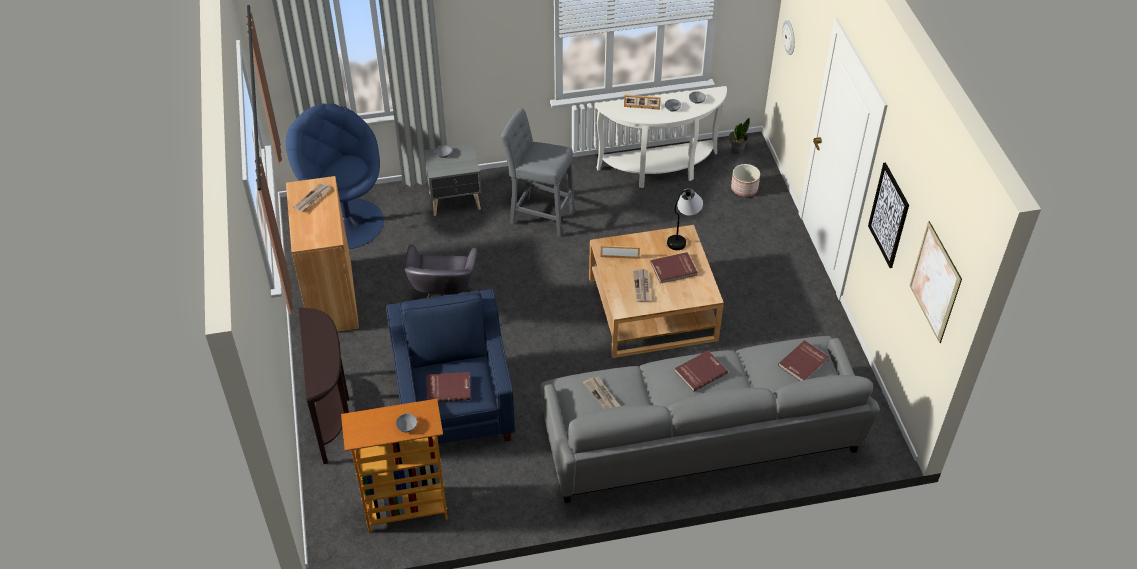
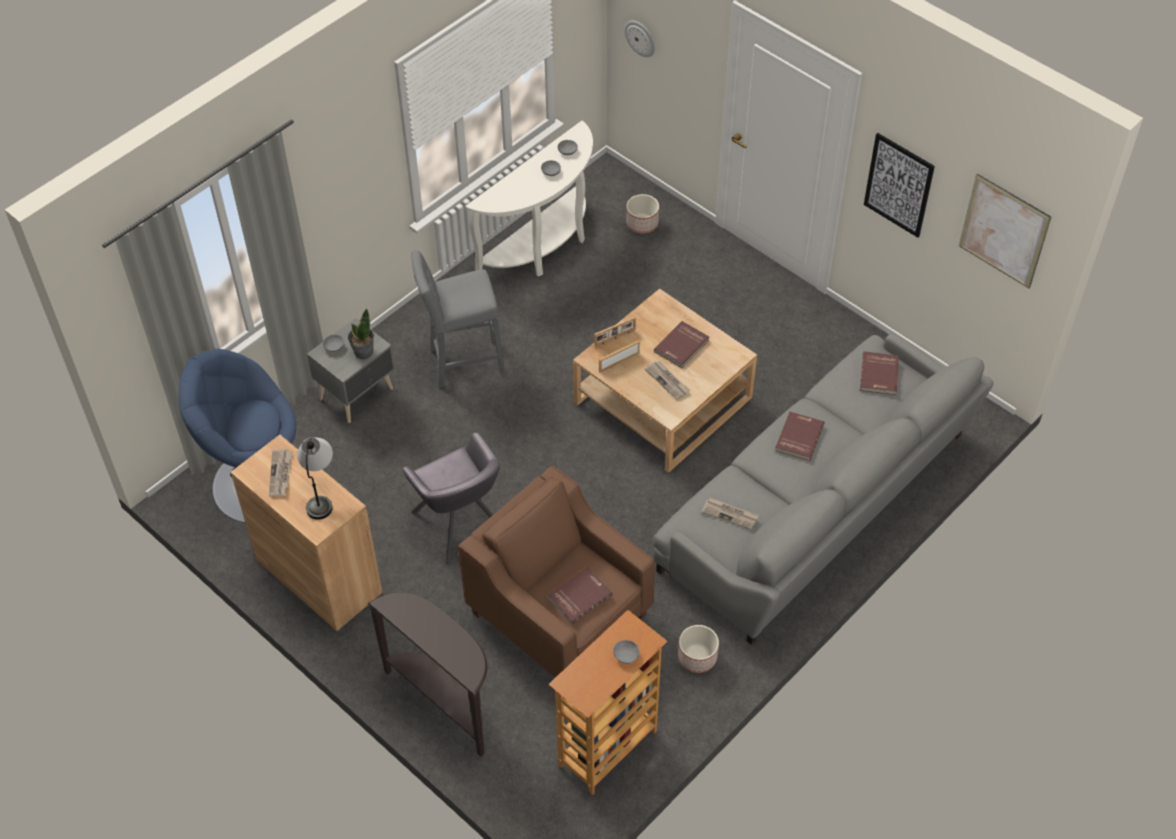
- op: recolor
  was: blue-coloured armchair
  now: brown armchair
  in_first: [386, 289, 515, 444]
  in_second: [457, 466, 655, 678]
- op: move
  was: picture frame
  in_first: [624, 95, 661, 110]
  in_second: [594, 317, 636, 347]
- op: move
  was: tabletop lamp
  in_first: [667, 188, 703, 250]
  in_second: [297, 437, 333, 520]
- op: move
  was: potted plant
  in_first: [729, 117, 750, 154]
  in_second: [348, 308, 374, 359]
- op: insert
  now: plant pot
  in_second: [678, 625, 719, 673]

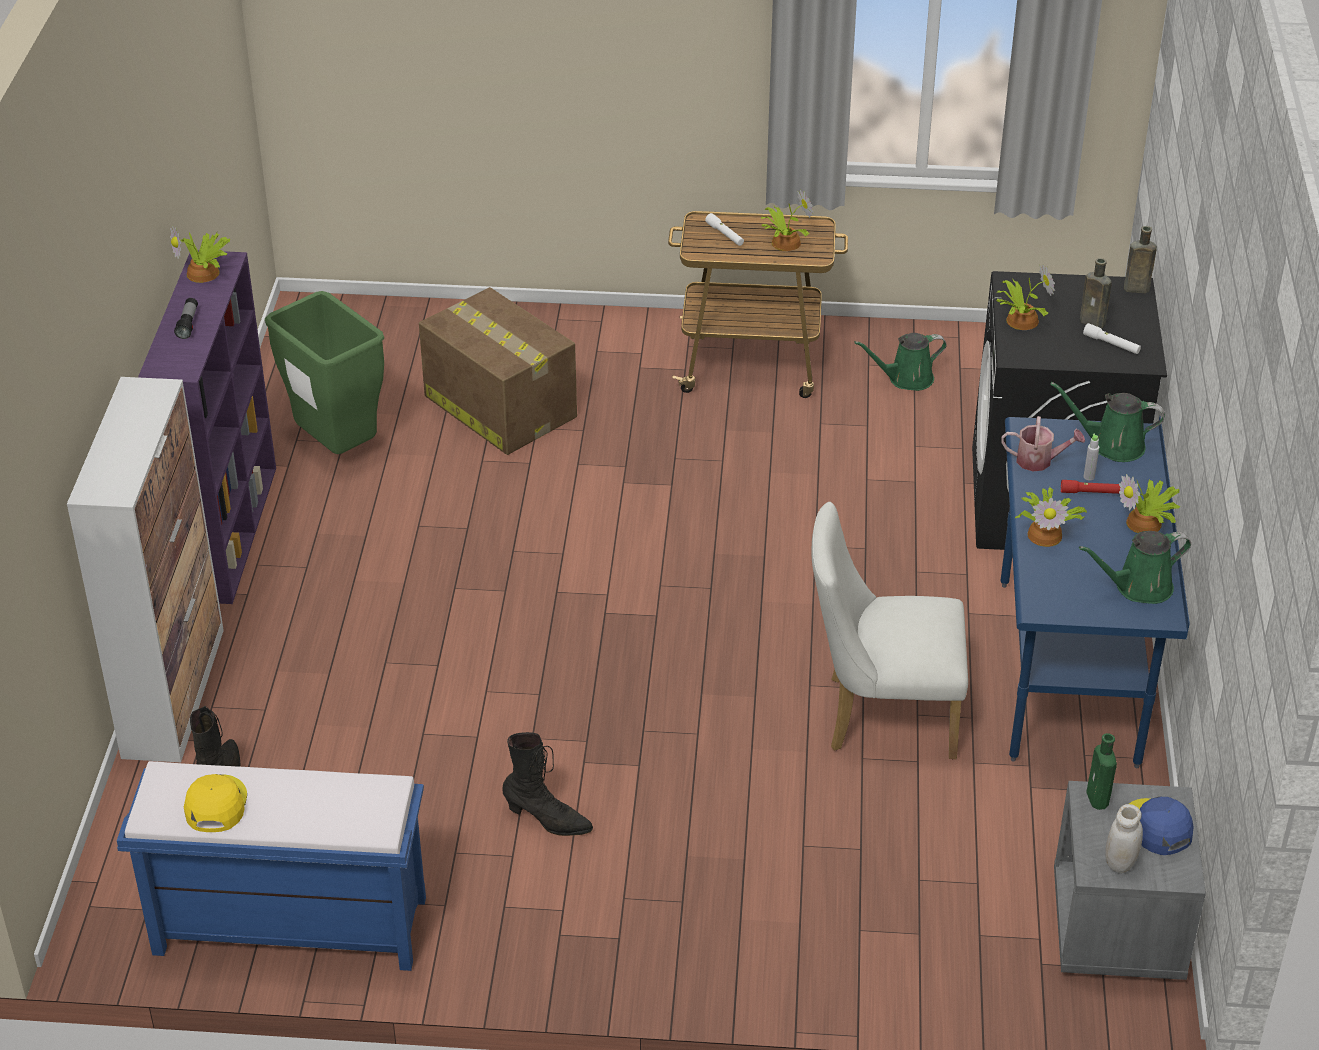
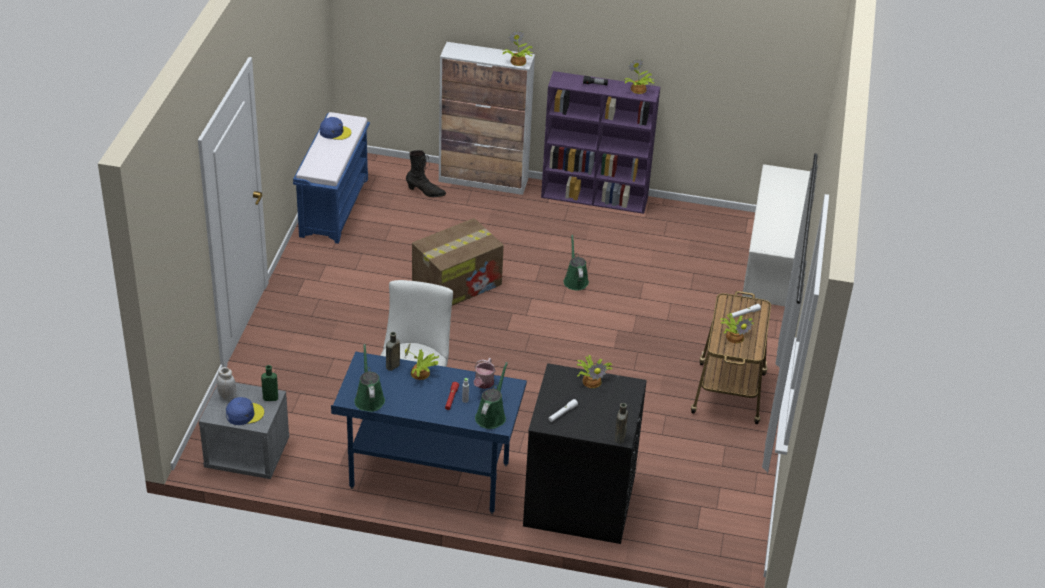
- op: recolor
  was: yellow-coloured cap
  now: blue-coloured cap
  in_first: [184, 774, 247, 832]
  in_second: [320, 117, 352, 140]
- op: delete
  was: greenish rubbish bin
  in_first: [265, 291, 384, 454]
- op: move
  was: carton
  in_first: [419, 287, 577, 455]
  in_second: [412, 218, 504, 306]
- op: delete
  was: black tall boot
  in_first: [502, 732, 593, 836]
- op: move
  was: greenish watering pot
  in_first: [854, 333, 947, 391]
  in_second: [564, 235, 589, 290]
- op: move
  was: brown drink bottle
  in_first: [1080, 258, 1112, 328]
  in_second: [386, 332, 400, 371]
- op: move
  was: potted plant
  in_first: [1119, 474, 1180, 533]
  in_second: [503, 30, 532, 66]
- op: insert
  now: white shoe shelf
  in_second: [742, 164, 810, 306]

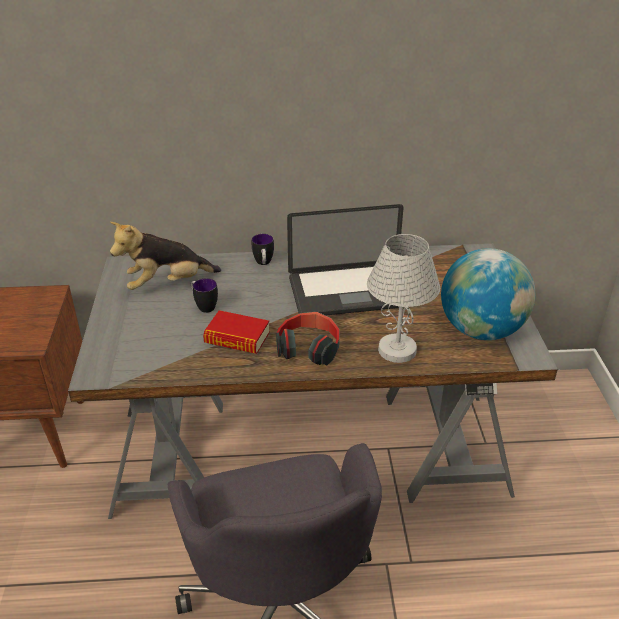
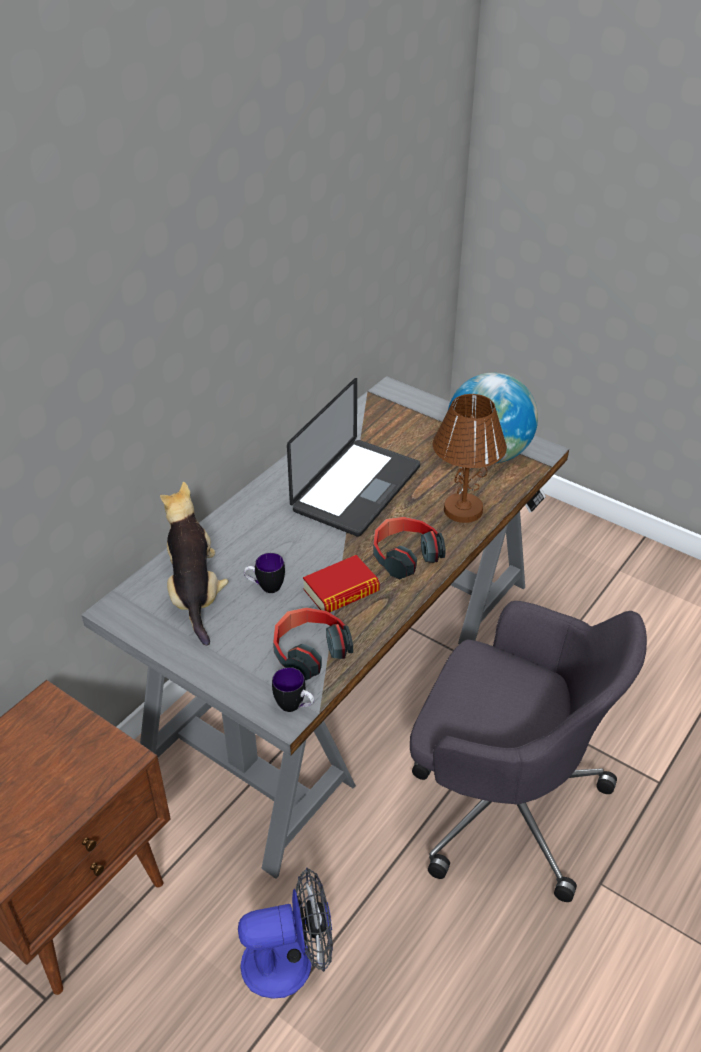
- op: rotate
  was: soft toy
  in_first: [110, 222, 221, 290]
  in_second: [160, 482, 229, 646]
  clockwise: 150
- op: move
  was: tea mug
  in_first: [252, 234, 274, 265]
  in_second: [272, 667, 314, 712]
- op: recolor
  was: white tabletop lamp
  now: brown tabletop lamp
  in_first: [367, 234, 440, 363]
  in_second: [433, 394, 507, 523]
- op: insert
  now: electric fan
  in_second: [238, 868, 333, 999]
- op: insert
  now: headset
  in_second: [273, 607, 353, 680]

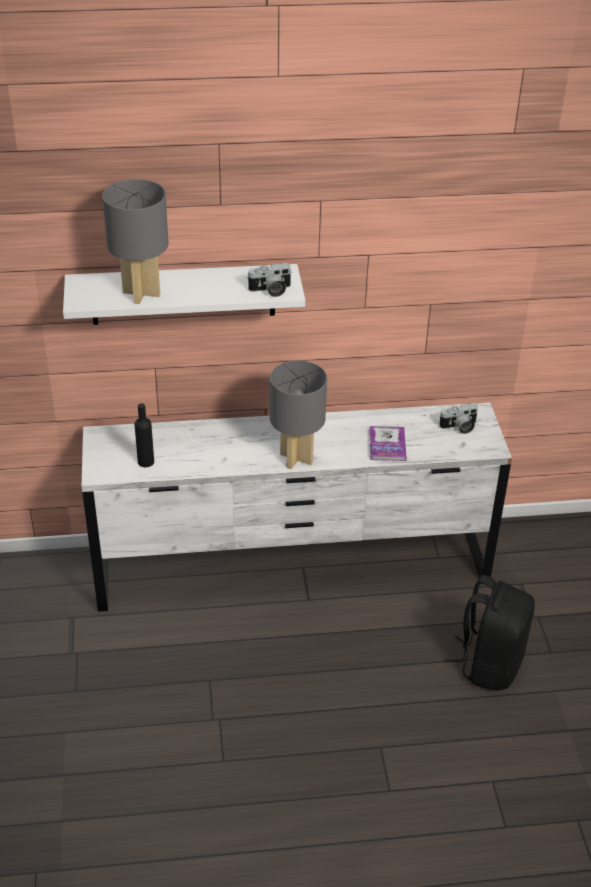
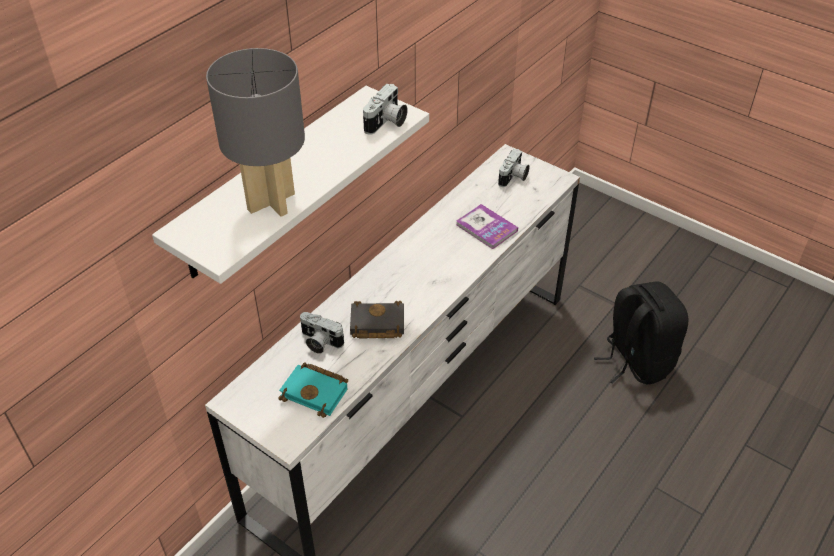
- op: replace
  was: black drink bottle
  now: turquoise bound book
  in_first: [134, 403, 154, 467]
  in_second: [278, 362, 348, 418]
- op: delete
  was: greyish tabletop lamp
  in_first: [270, 360, 327, 469]
- op: insert
  now: photo camera
  in_second: [300, 312, 344, 354]
- op: insert
  now: black bound book
  in_second: [350, 301, 404, 338]

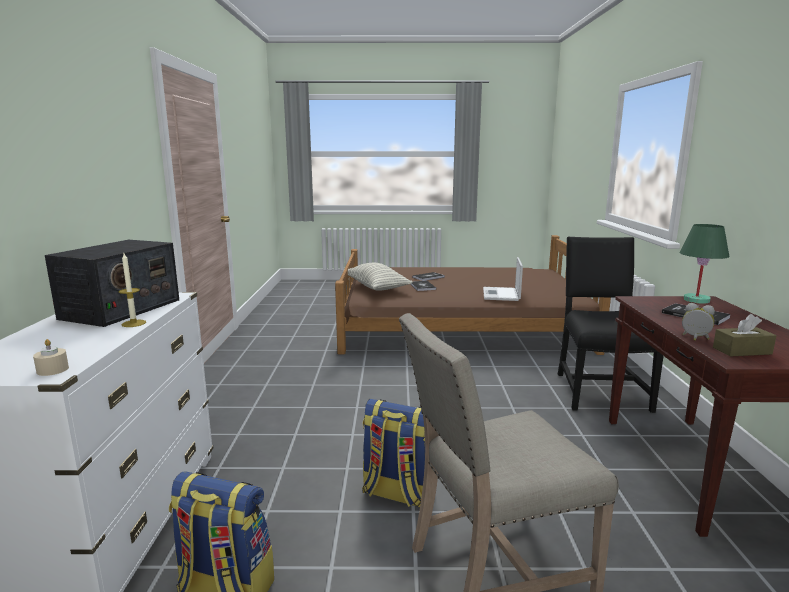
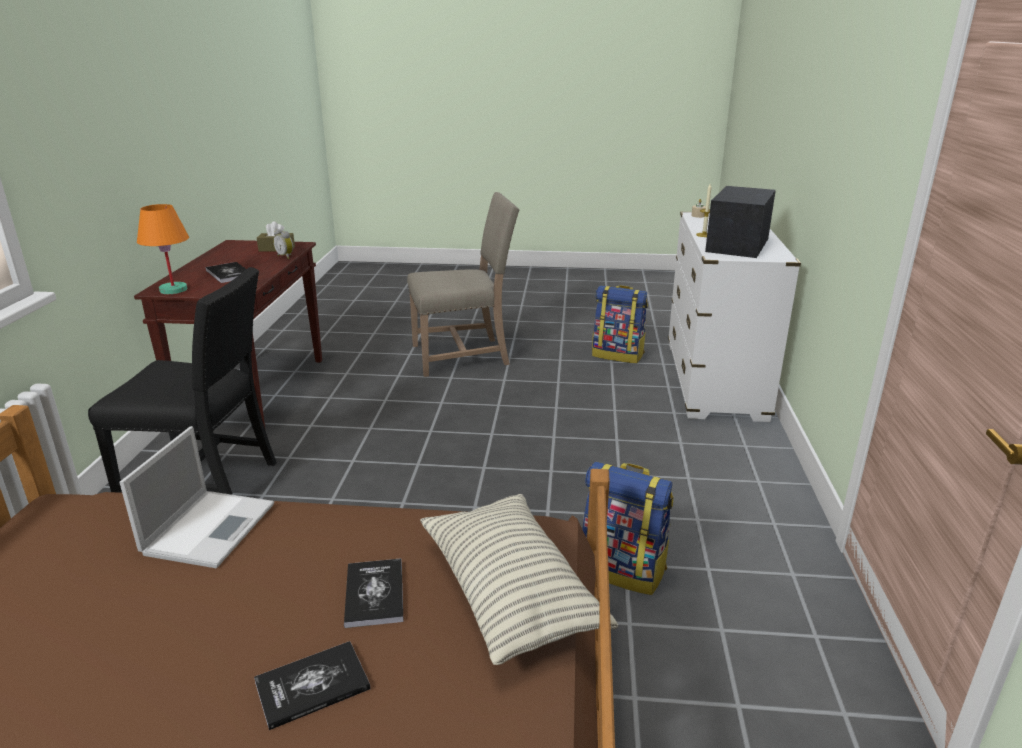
- op: move
  was: knapsack
  in_first: [362, 399, 425, 507]
  in_second: [582, 462, 673, 595]
- op: rotate
  was: black plain chair
  in_first: [558, 237, 664, 413]
  in_second: [88, 267, 277, 495]
  clockwise: -90
- op: recolor
  was: greenish tabletop lamp
  now: orangey tabletop lamp
  in_first: [679, 224, 730, 304]
  in_second: [137, 204, 189, 294]

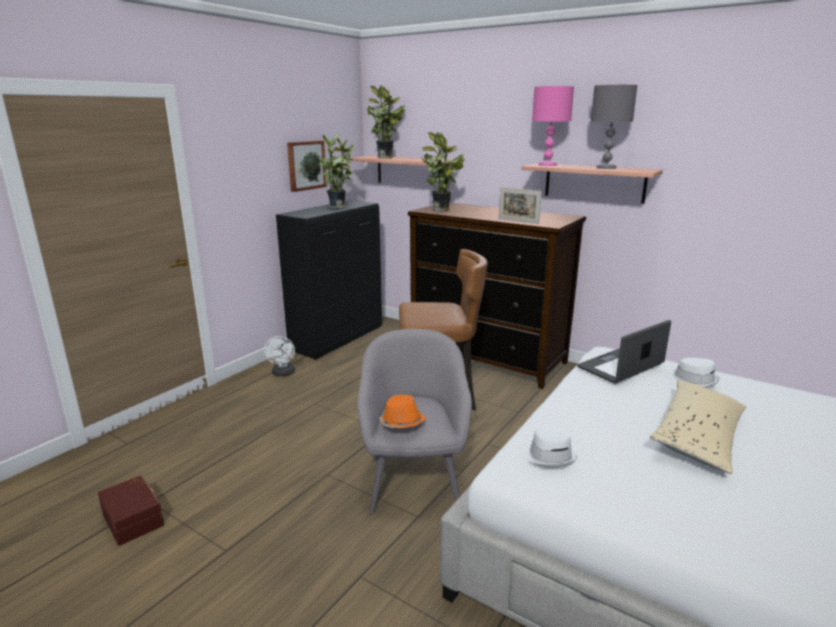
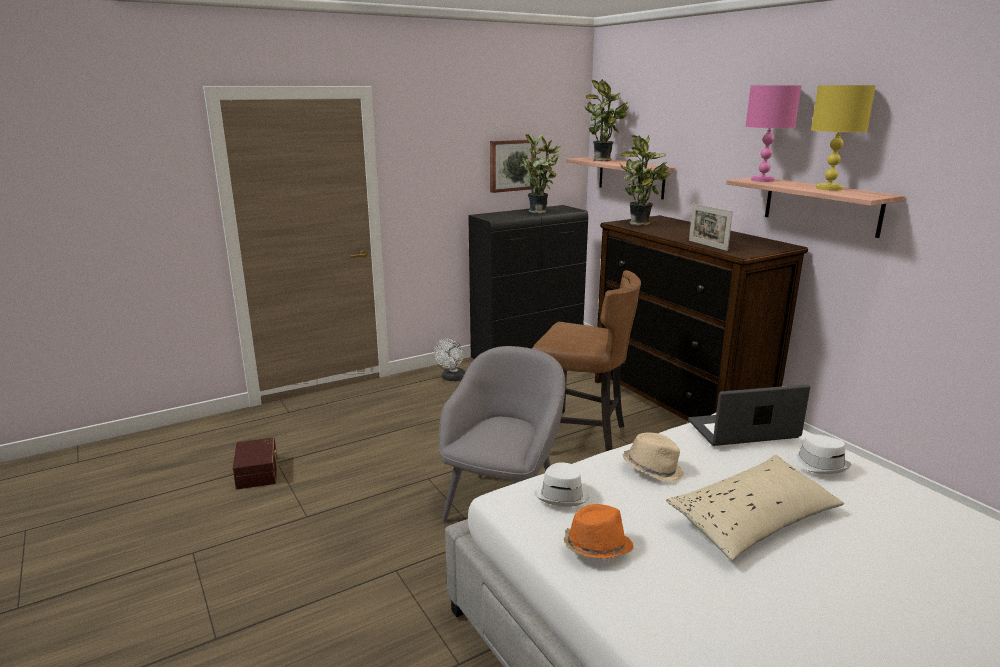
- op: move
  was: orangey wearable hat
  in_first: [379, 395, 426, 428]
  in_second: [563, 504, 633, 559]
- op: recolor
  was: greyish tabletop lamp
  now: yellow-coloured tabletop lamp
  in_first: [590, 85, 637, 169]
  in_second: [811, 85, 876, 191]
- op: insert
  now: beige wearable hat
  in_second: [623, 433, 684, 482]

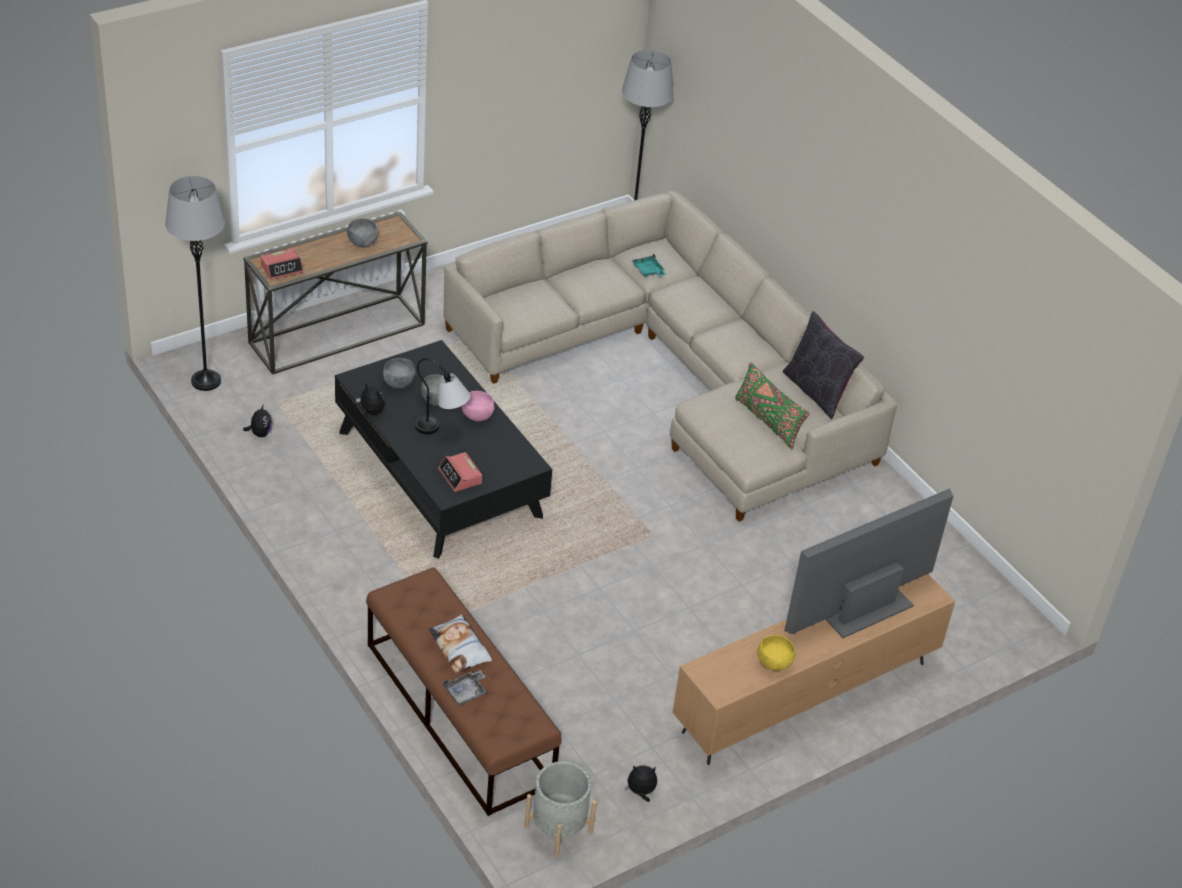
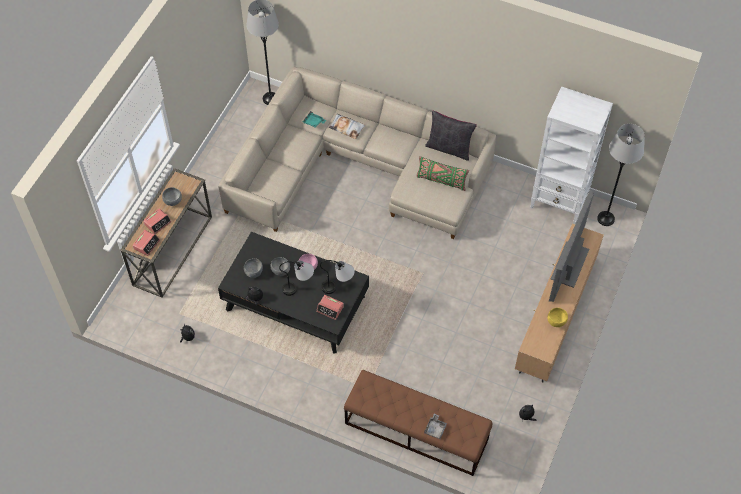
- op: move
  was: greyish floor lamp
  in_first: [165, 176, 225, 391]
  in_second: [597, 124, 645, 226]
- op: move
  was: throw pillow
  in_first: [429, 614, 492, 674]
  in_second: [329, 114, 366, 139]
- op: delete
  was: greyish plant pot
  in_first: [524, 761, 597, 858]
- op: insert
  now: table clock
  in_second: [143, 208, 172, 234]
- op: insert
  now: tabletop lamp
  in_second: [320, 260, 355, 294]
- op: insert
  now: white bookshelf
  in_second: [531, 86, 613, 224]

